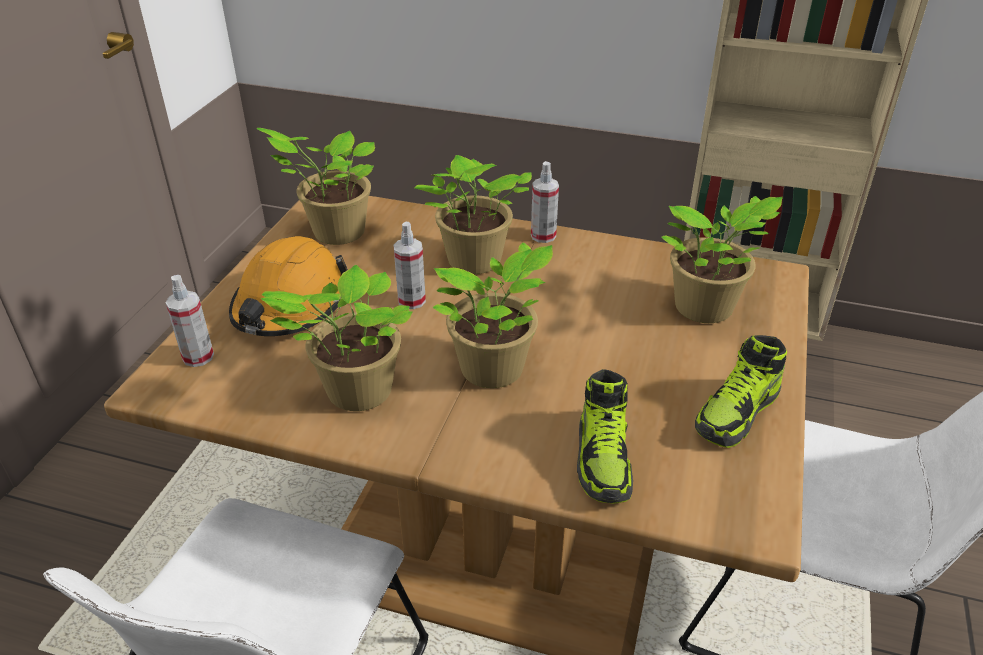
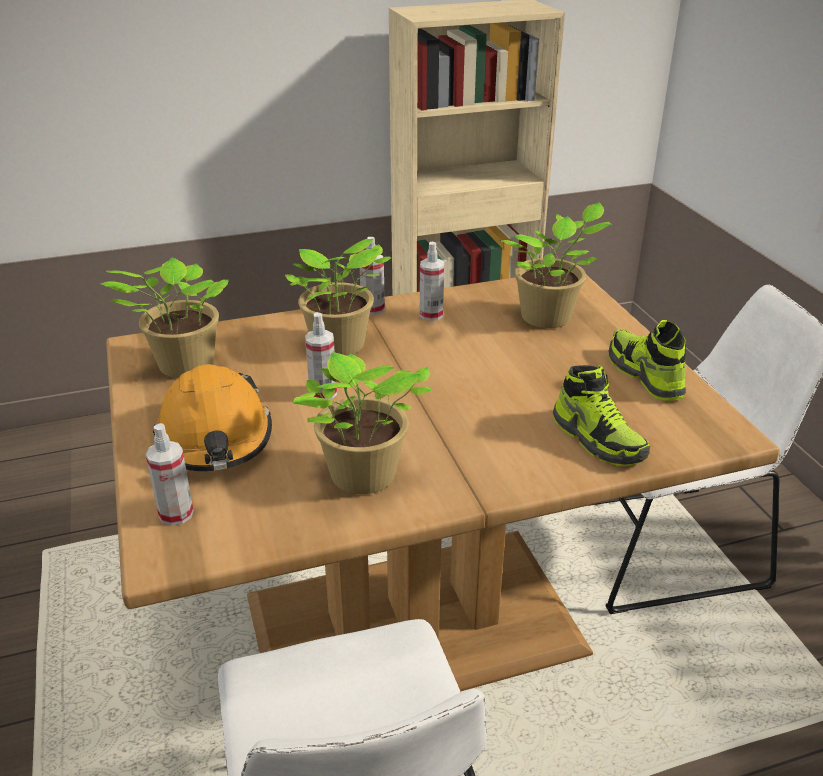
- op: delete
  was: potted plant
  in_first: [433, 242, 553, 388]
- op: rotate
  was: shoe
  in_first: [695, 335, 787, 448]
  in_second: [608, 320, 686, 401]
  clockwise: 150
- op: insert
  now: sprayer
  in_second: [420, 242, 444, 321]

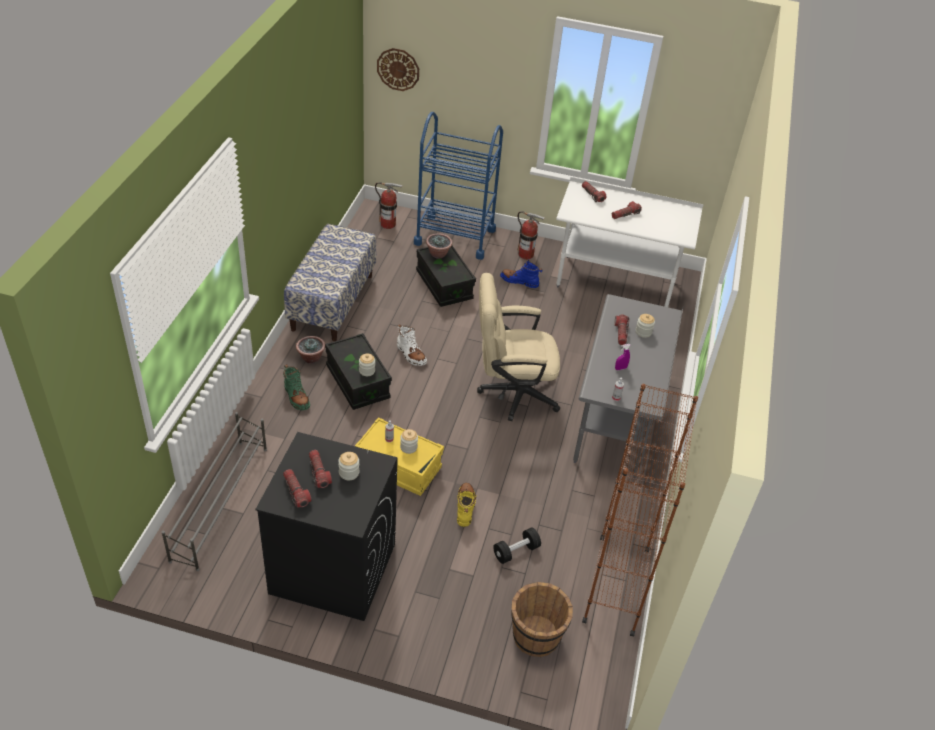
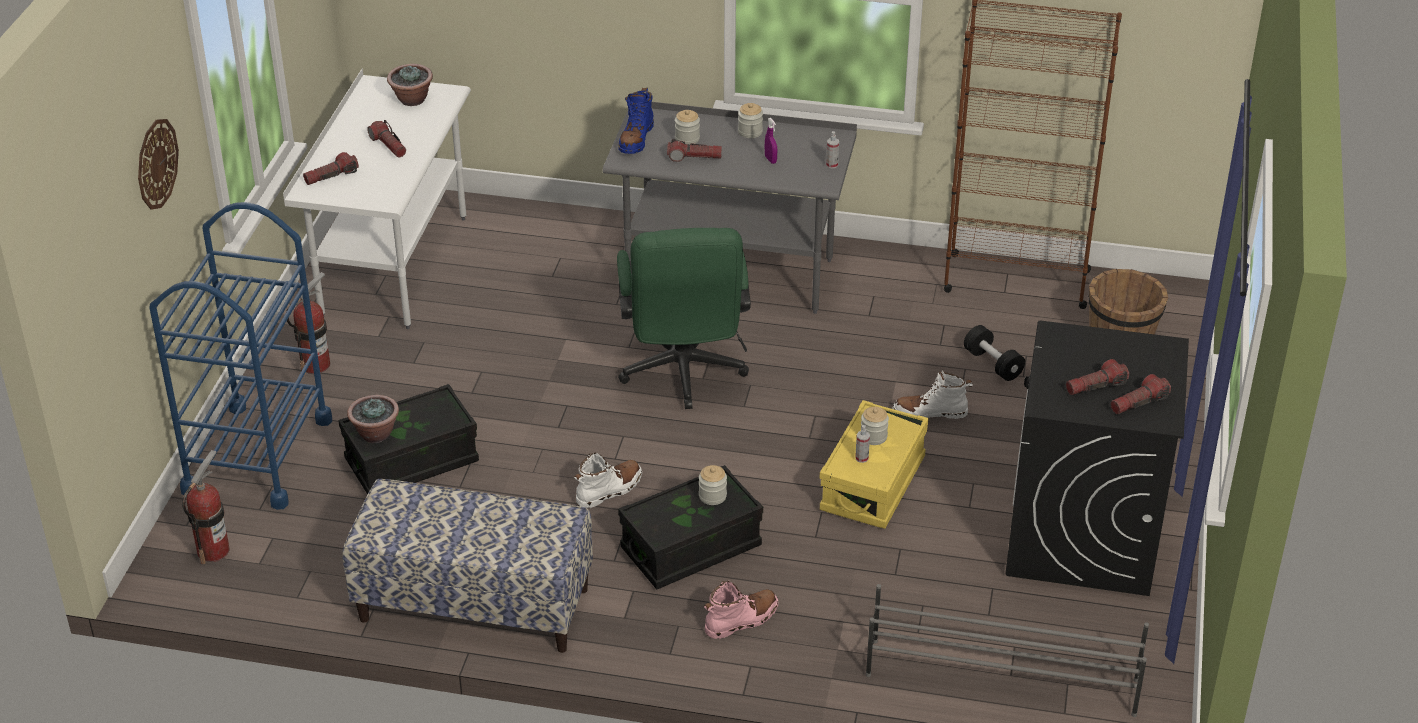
- op: recolor
  was: greenish tall boot
  now: pink-coloured tall boot
  in_first: [283, 365, 310, 410]
  in_second: [704, 581, 779, 639]
- op: move
  was: potted plant
  in_first: [296, 336, 325, 364]
  in_second: [387, 64, 433, 106]
- op: move
  was: preserve jar
  in_first: [338, 452, 359, 480]
  in_second: [738, 103, 763, 138]
- op: move
  was: clock on the wall
  in_first: [377, 48, 419, 91]
  in_second: [138, 119, 179, 210]
- op: recolor
  was: yellow-coloured tall boot
  now: white tall boot
  in_first: [457, 483, 477, 527]
  in_second: [893, 370, 973, 419]
- op: recolor
  was: beige computer chair
  now: greenish computer chair
  in_first: [477, 273, 560, 421]
  in_second: [617, 228, 751, 409]
- op: move
  was: blue-coloured tall boot
  in_first: [500, 260, 542, 288]
  in_second: [618, 88, 654, 154]

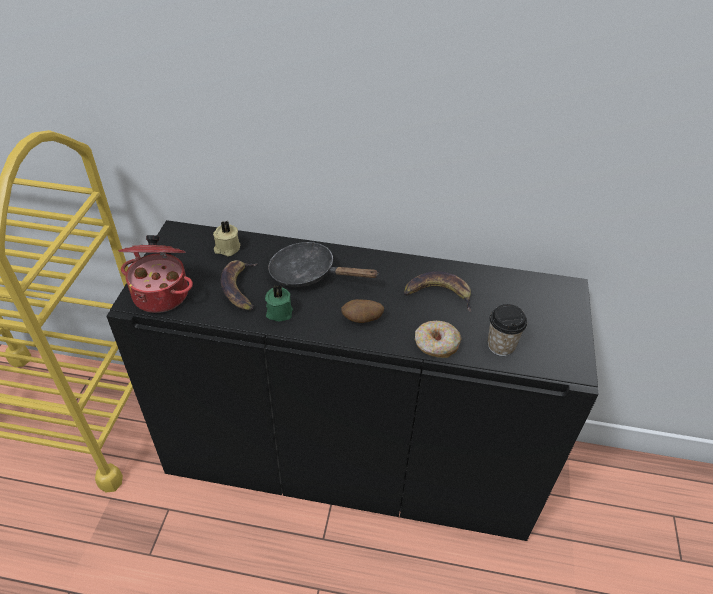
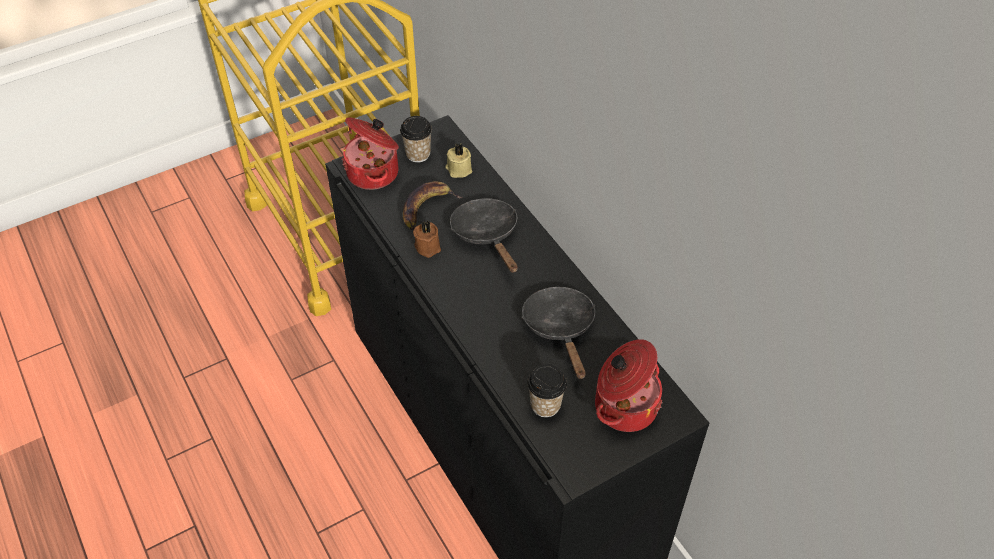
- op: recolor
  was: greenish candle
  now: brown candle
  in_first: [265, 285, 293, 321]
  in_second: [413, 221, 441, 258]
- op: delete
  was: spud
  in_first: [341, 299, 384, 323]
- op: replace
  was: banana
  now: black pan
  in_first: [404, 271, 471, 312]
  in_second: [522, 287, 596, 379]
- op: delete
  was: donut
  in_first: [415, 321, 461, 358]
- op: insert
  now: cup
  in_second: [400, 116, 432, 163]
- op: insert
  now: stockpot
  in_second: [595, 339, 663, 432]

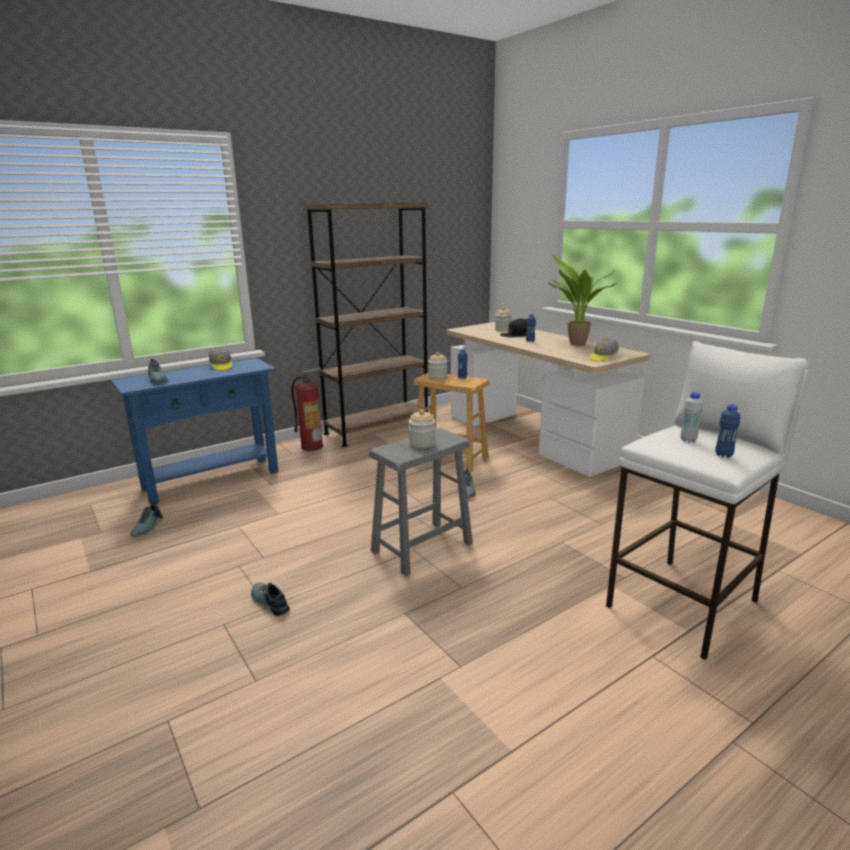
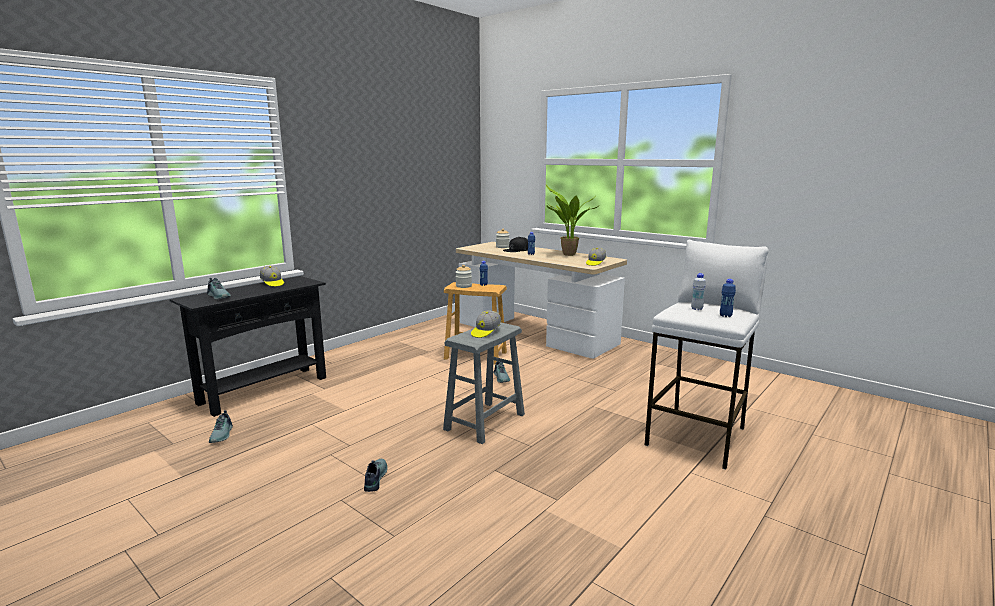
- op: recolor
  was: blue-coloured console table
  now: black console table
  in_first: [111, 358, 279, 505]
  in_second: [169, 276, 326, 417]
- op: rotate
  was: shoe
  in_first: [251, 582, 290, 616]
  in_second: [364, 459, 388, 492]
  clockwise: 60
- op: delete
  was: extinguisher
  in_first: [291, 368, 323, 451]
- op: delete
  was: brown bookshelf
  in_first: [304, 203, 428, 447]
- op: replace
  was: preserve jar
  now: cap
  in_first: [409, 410, 435, 448]
  in_second: [471, 310, 501, 338]

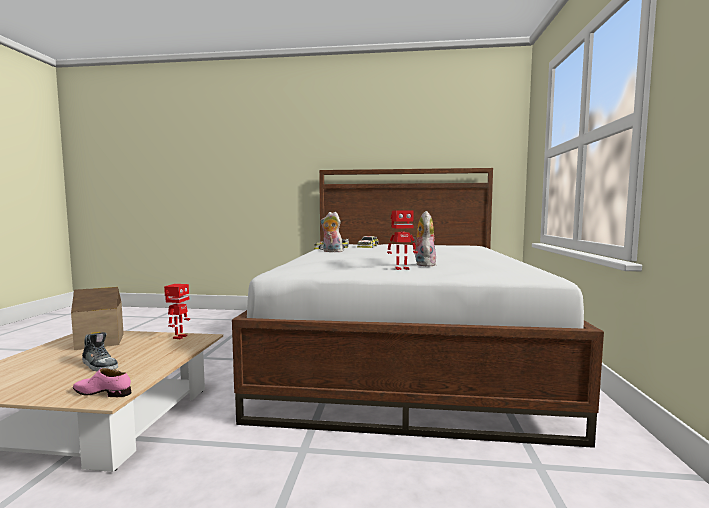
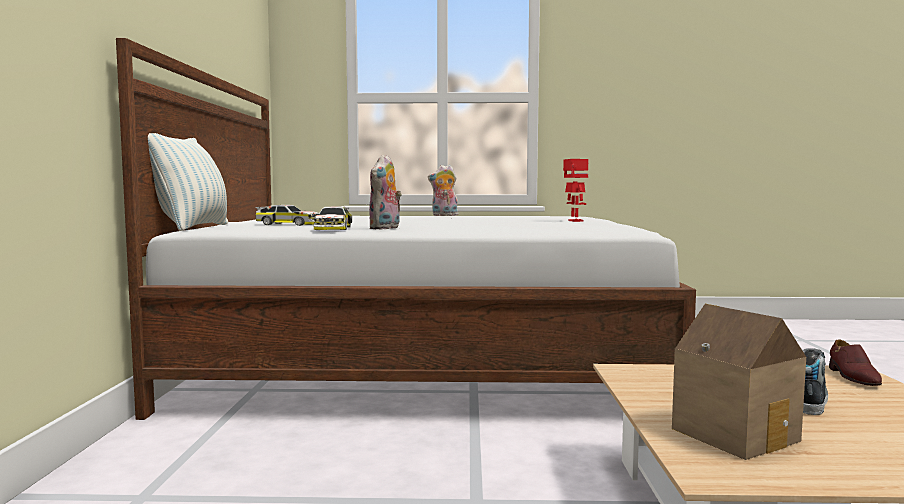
- op: recolor
  was: pink-coloured shoe
  now: brown shoe
  in_first: [73, 368, 131, 397]
  in_second: [829, 339, 882, 386]
- op: delete
  was: robot figure
  in_first: [164, 284, 190, 339]
- op: move
  was: soft toy
  in_first: [413, 211, 436, 266]
  in_second: [428, 165, 458, 216]
- op: insert
  now: throw pillow
  in_second: [148, 133, 228, 231]

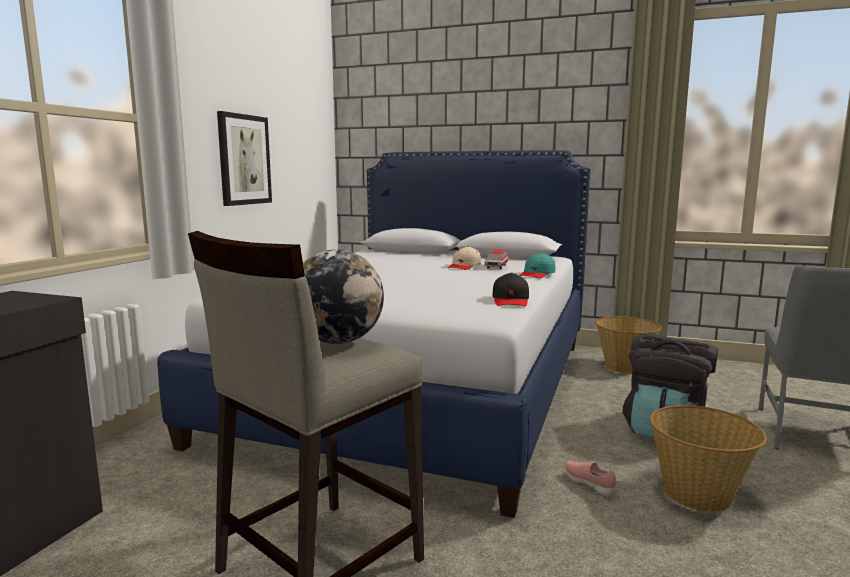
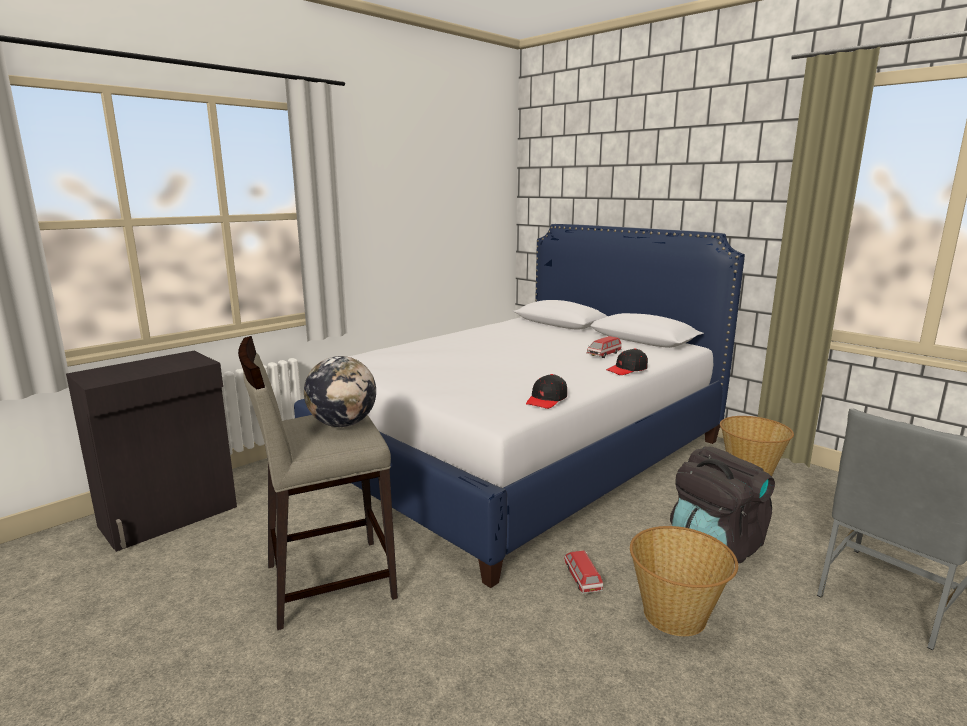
- op: delete
  was: wall art
  in_first: [217, 111, 272, 206]
- op: delete
  was: beige cap
  in_first: [448, 246, 481, 270]
- op: recolor
  was: turquoise cap
  now: black cap
  in_first: [520, 253, 555, 278]
  in_second: [606, 348, 648, 375]
- op: replace
  was: pink-coloured shoe
  now: miniature car
  in_first: [564, 461, 616, 496]
  in_second: [564, 551, 603, 594]

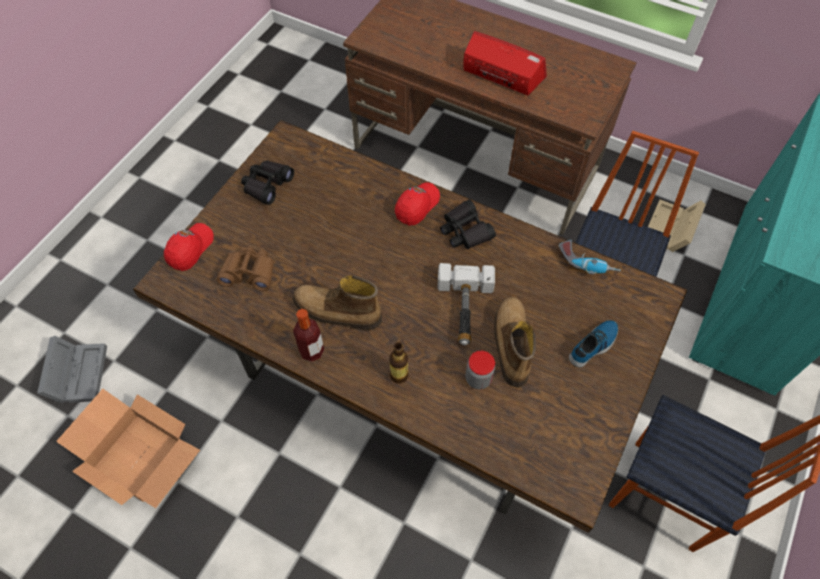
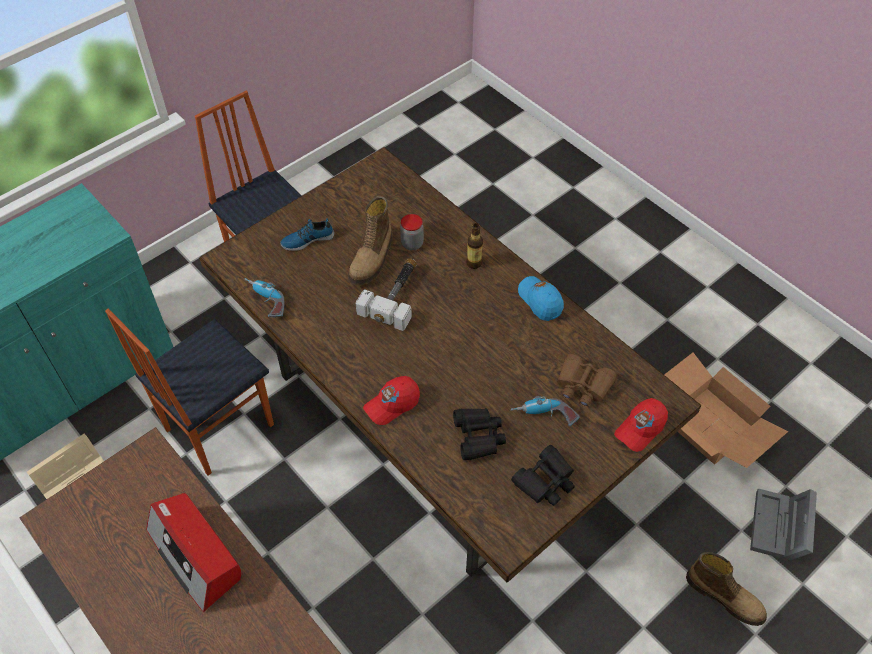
- op: move
  was: tall boot
  in_first: [293, 275, 382, 330]
  in_second: [686, 552, 767, 626]
- op: replace
  was: drink bottle
  now: blue-coloured cap
  in_first: [293, 309, 324, 362]
  in_second: [518, 276, 564, 321]
- op: move
  was: black pair of binoculars
  in_first: [440, 200, 496, 249]
  in_second: [453, 408, 506, 460]
- op: insert
  now: power drill
  in_second: [511, 396, 580, 426]

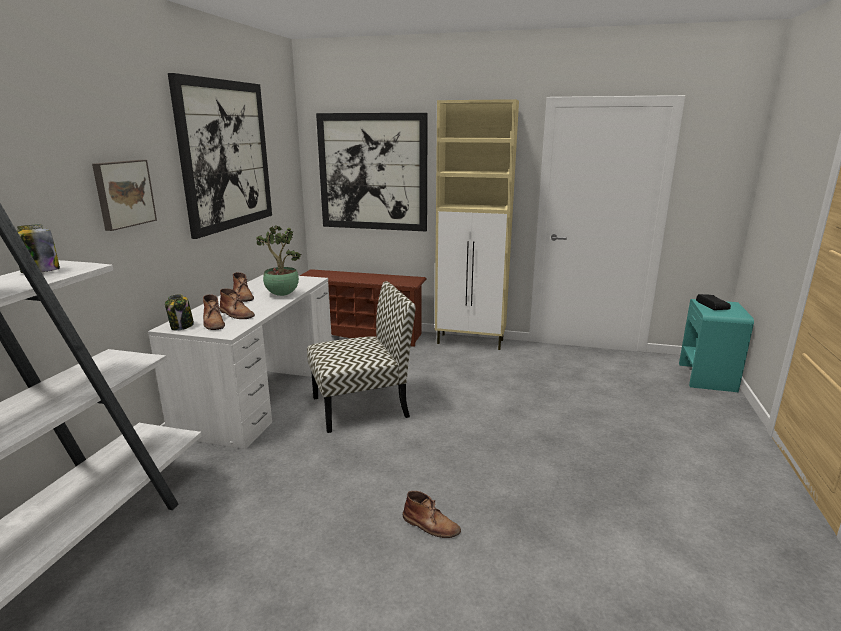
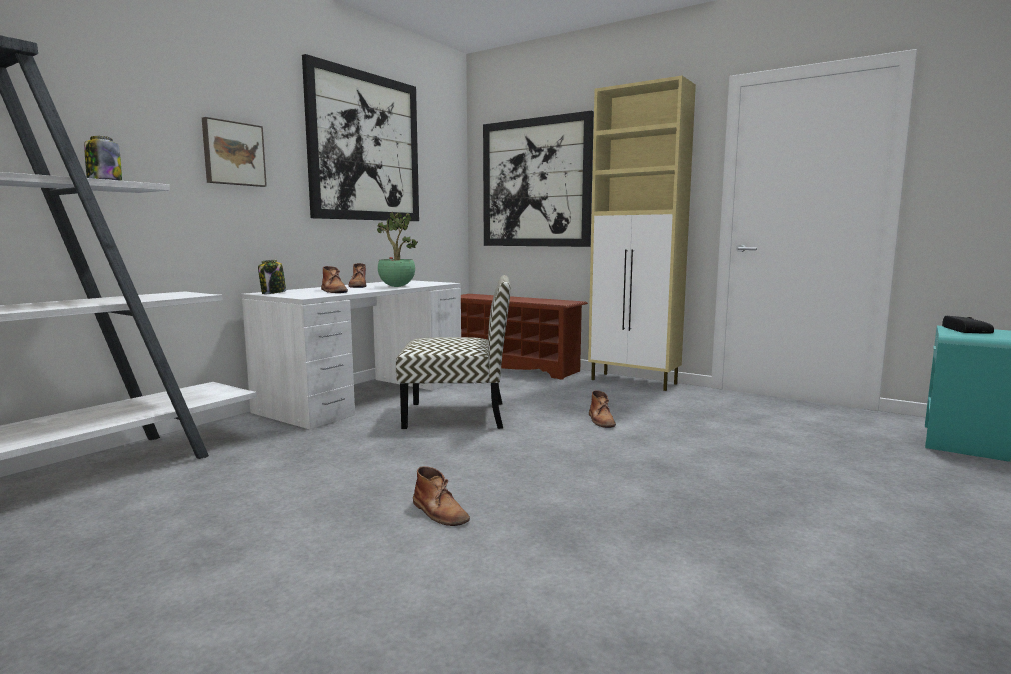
- op: move
  was: brown tall boot
  in_first: [203, 294, 225, 330]
  in_second: [589, 390, 616, 428]

